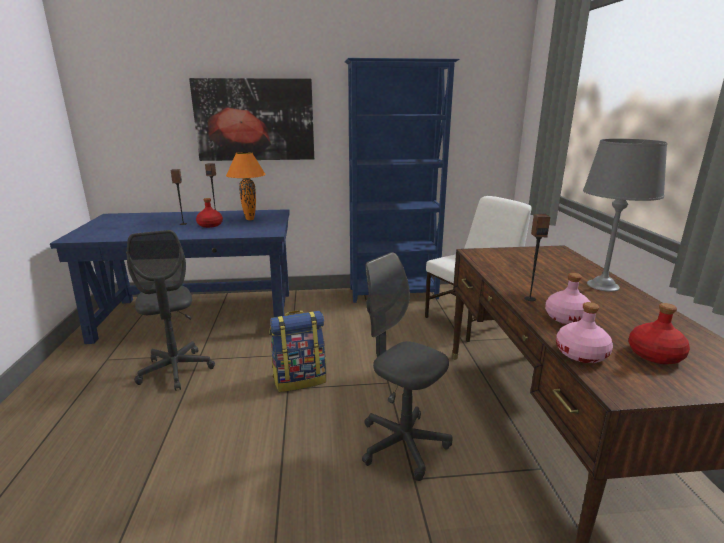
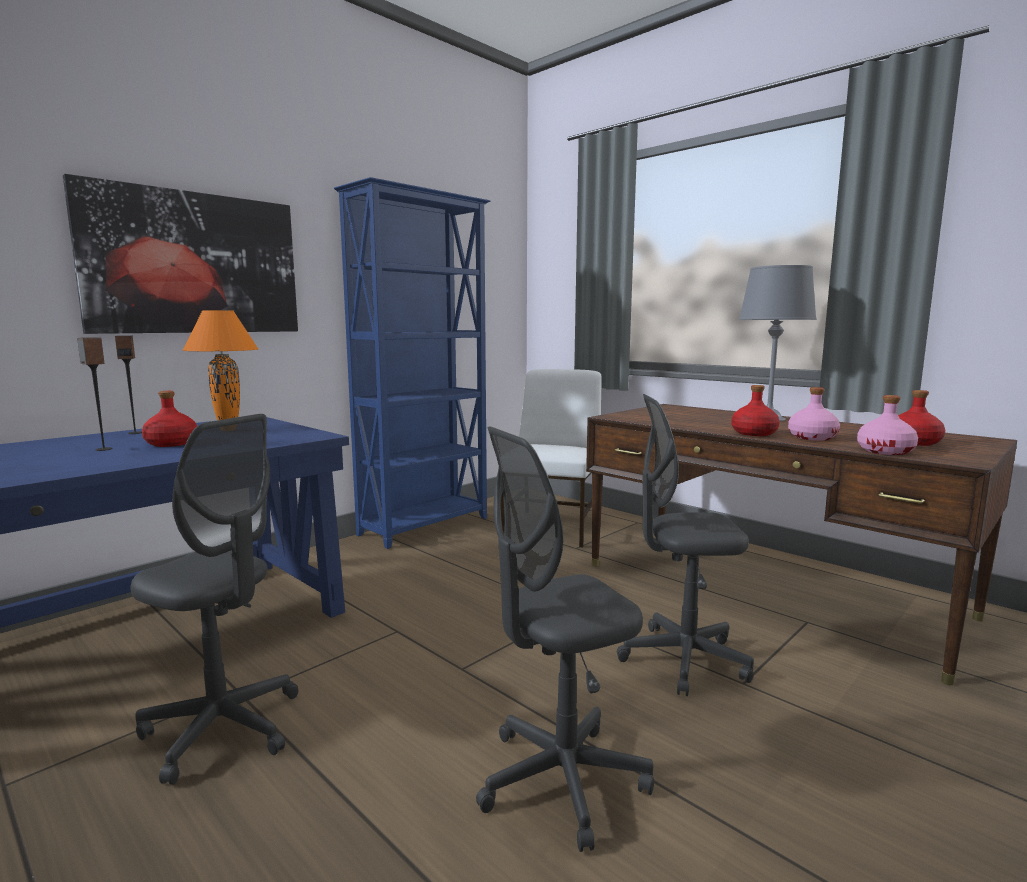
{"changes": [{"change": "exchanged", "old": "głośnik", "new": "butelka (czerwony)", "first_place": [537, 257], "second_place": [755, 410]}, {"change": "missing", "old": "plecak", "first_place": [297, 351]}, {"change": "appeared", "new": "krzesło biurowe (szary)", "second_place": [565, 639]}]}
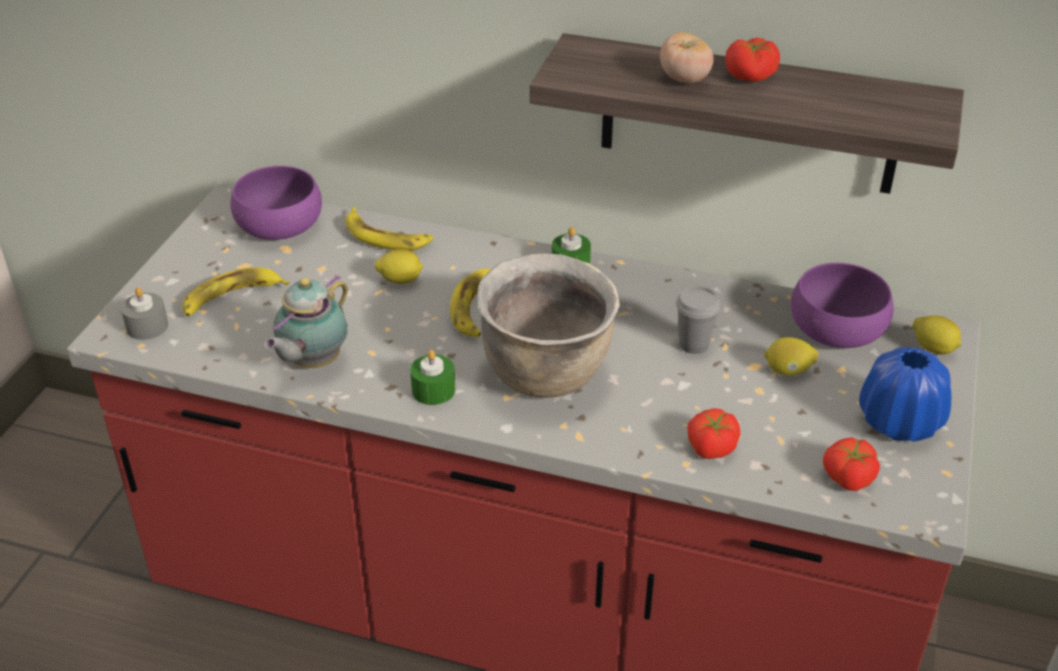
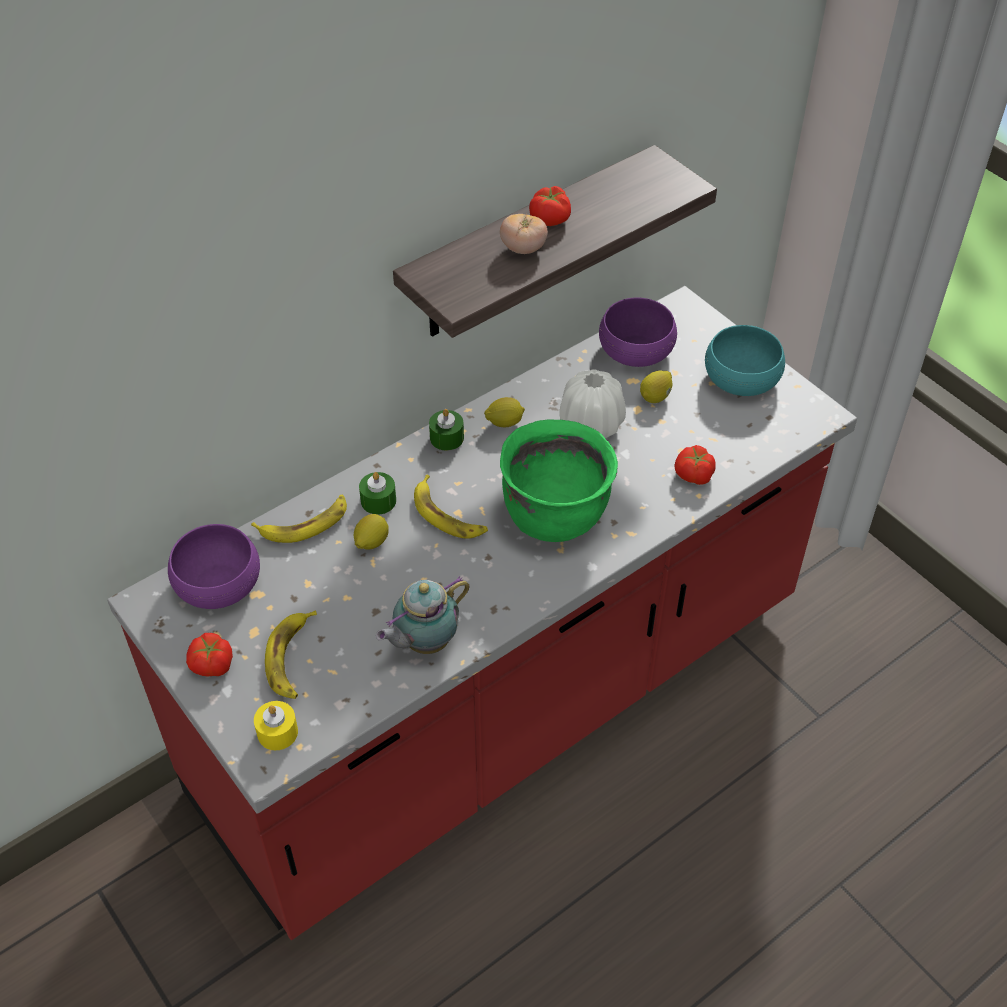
{"changes": [{"change": "colour", "old": "garnek (brązowy)", "new": "garnek (zielony)", "first_place": [548, 325], "second_place": [559, 481]}, {"change": "spun", "old": "imbryk", "first_place": [306, 321], "second_place": [422, 615], "degrees": 75}, {"change": "exchanged", "old": "filiżanka (szary)", "new": "wazon (biały)", "first_place": [698, 319], "second_place": [592, 403]}, {"change": "colour", "old": "świeca (szary)", "new": "świeca (żółty)", "first_place": [144, 313], "second_place": [276, 725]}, {"change": "relocated", "old": "cytryna", "first_place": [937, 335], "second_place": [504, 412]}, {"change": "exchanged", "old": "wazon (niebieski)", "new": "miska (turkusowy)", "first_place": [905, 394], "second_place": [745, 360]}, {"change": "relocated", "old": "świeca (zielony)", "first_place": [432, 377], "second_place": [377, 493]}, {"change": "relocated", "old": "pomidor", "first_place": [851, 464], "second_place": [209, 655]}]}
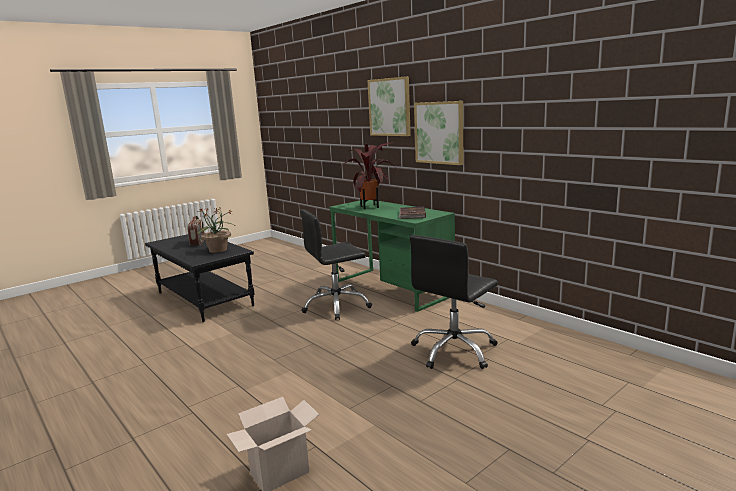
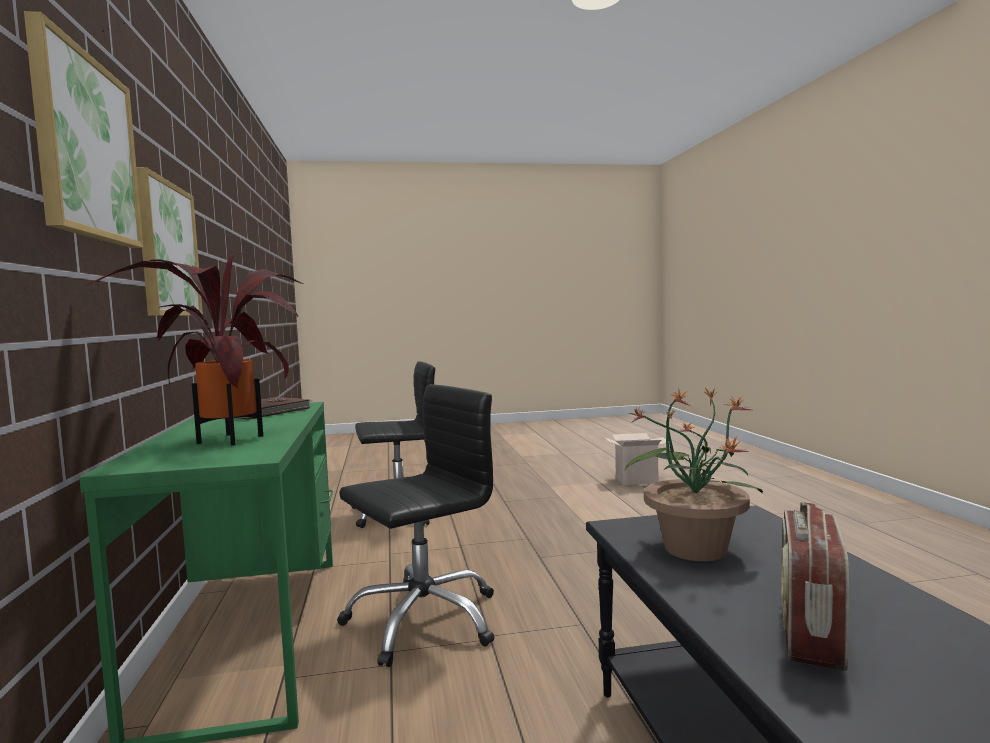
{"changes": [{"change": "spun", "old": "krzesło biurowe (czarny)", "first_place": [336, 264], "second_place": [415, 525], "degrees": -45}]}
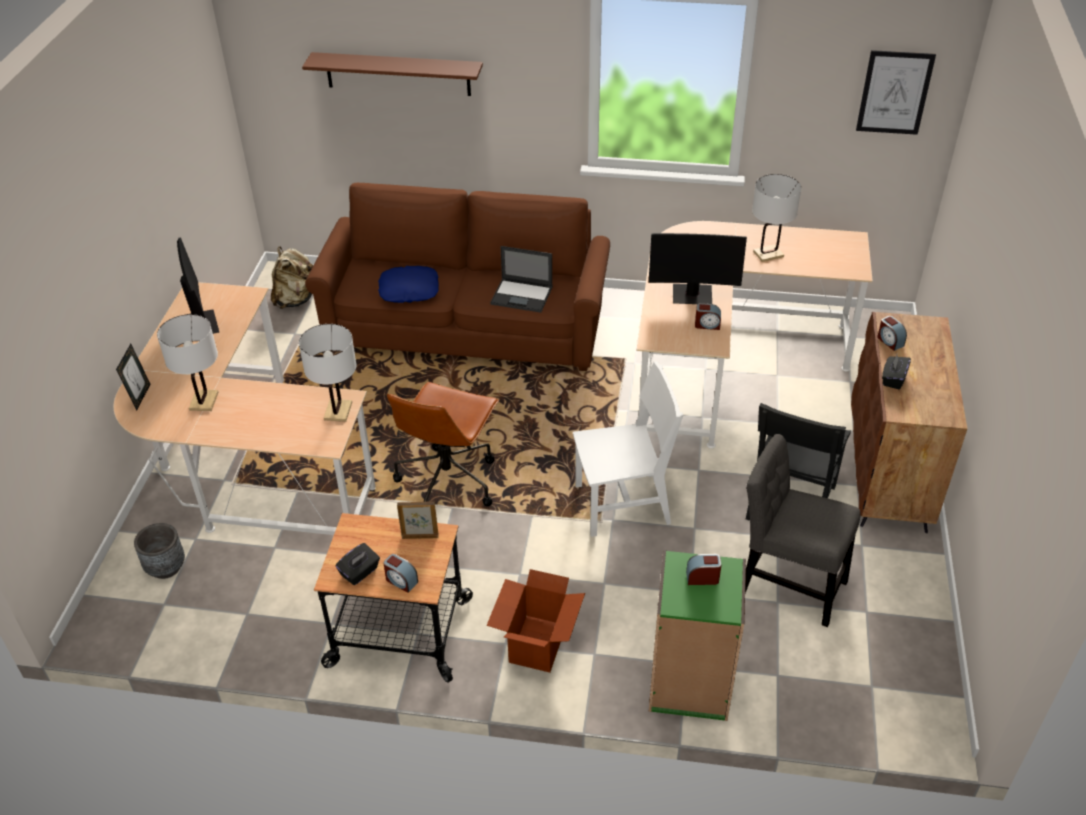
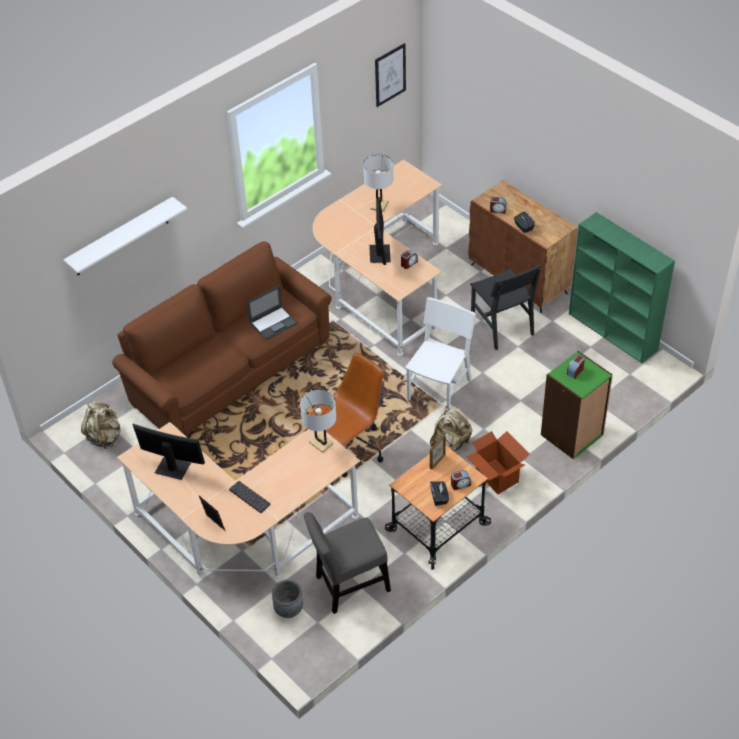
{"changes": [{"change": "colour", "old": "półka (brązowy)", "new": "półka (biały)", "first_place": [392, 74], "second_place": [125, 236]}, {"change": "spun", "old": "monitor", "first_place": [698, 268], "second_place": [380, 231], "degrees": -45}, {"change": "missing", "old": "poduszka (niebieski)", "first_place": [408, 284]}, {"change": "exchanged", "old": "lampa stołowa (biały)", "new": "klawiatura", "first_place": [188, 362], "second_place": [250, 497]}, {"change": "spun", "old": "krzesło biurowe (brązowy)", "first_place": [443, 444], "second_place": [346, 415], "degrees": -105}, {"change": "relocated", "old": "krzesło (szary)", "first_place": [803, 530], "second_place": [347, 563]}, {"change": "appeared", "new": "regał (zielony)", "second_place": [622, 287]}, {"change": "appeared", "new": "plecak (beżowy)", "second_place": [451, 428]}]}
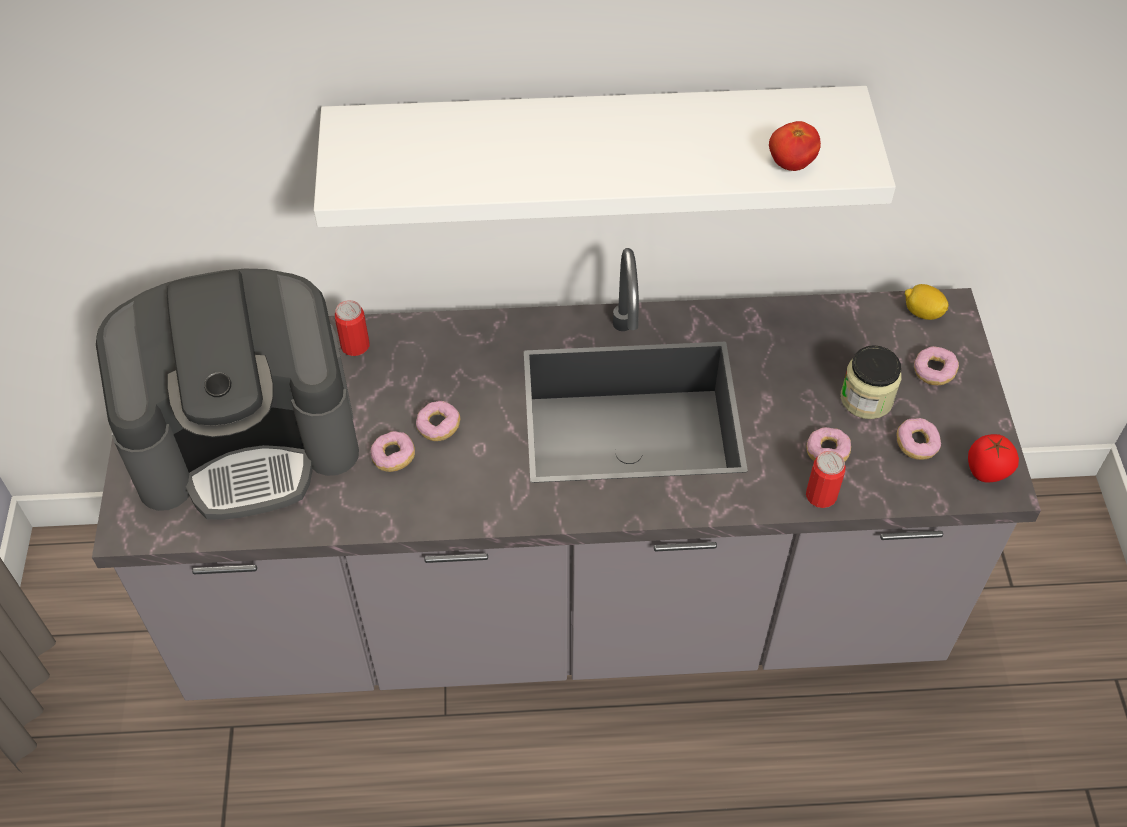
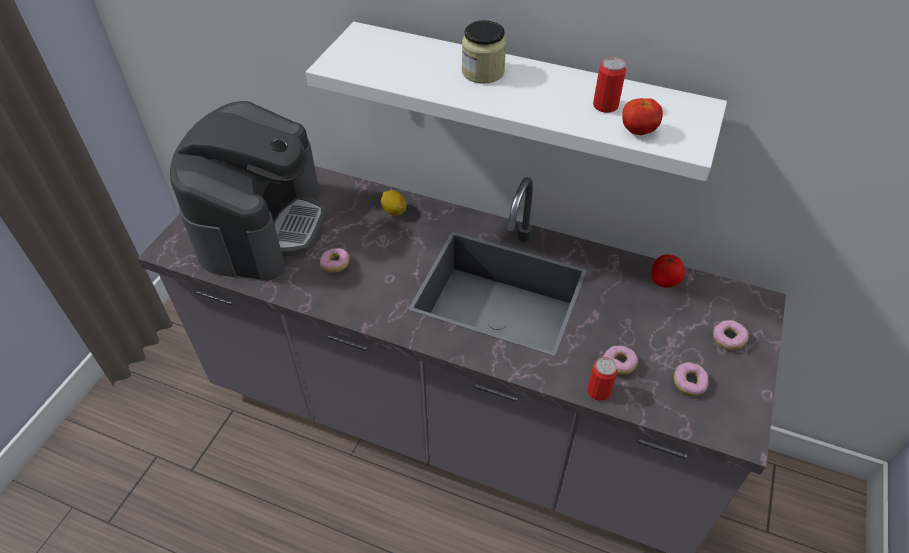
{"changes": [{"change": "spun", "old": "ekspres do kawy", "first_place": [227, 394], "second_place": [248, 191], "degrees": -90}, {"change": "relocated", "old": "cytryna", "first_place": [927, 302], "second_place": [394, 203]}, {"change": "relocated", "old": "puszka", "first_place": [352, 328], "second_place": [609, 85]}, {"change": "relocated", "old": "słoik", "first_place": [871, 382], "second_place": [484, 51]}, {"change": "missing", "old": "donut", "first_place": [438, 421]}, {"change": "relocated", "old": "pomidor", "first_place": [993, 458], "second_place": [668, 271]}]}
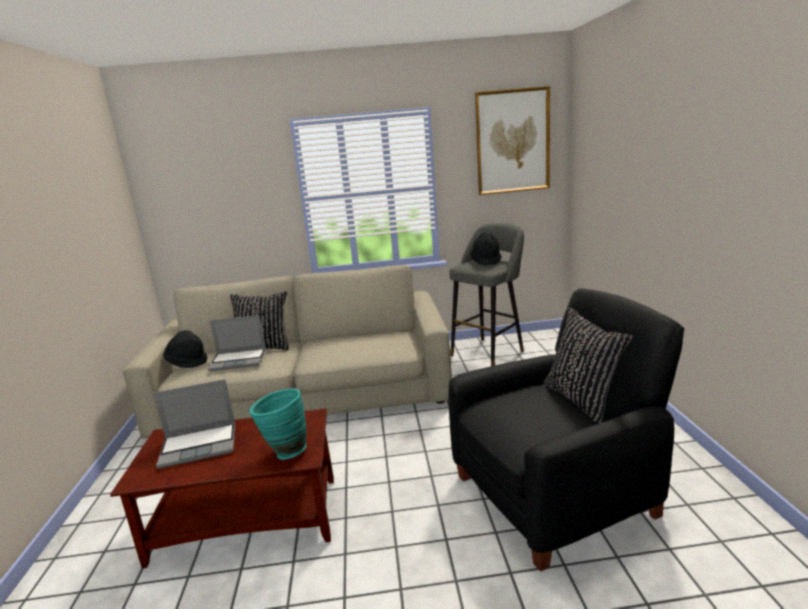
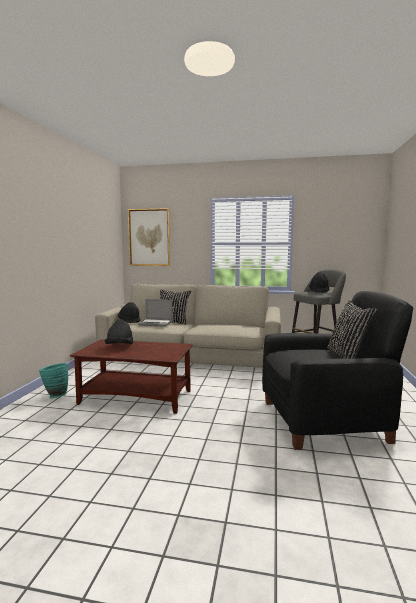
{"changes": [{"change": "relocated", "old": "obraz", "first_place": [512, 140], "second_place": [149, 237]}, {"change": "exchanged", "old": "laptop", "new": "kapelusz (czarny)", "first_place": [194, 424], "second_place": [119, 331]}, {"change": "relocated", "old": "wazon (turkusowy)", "first_place": [278, 424], "second_place": [53, 380]}]}
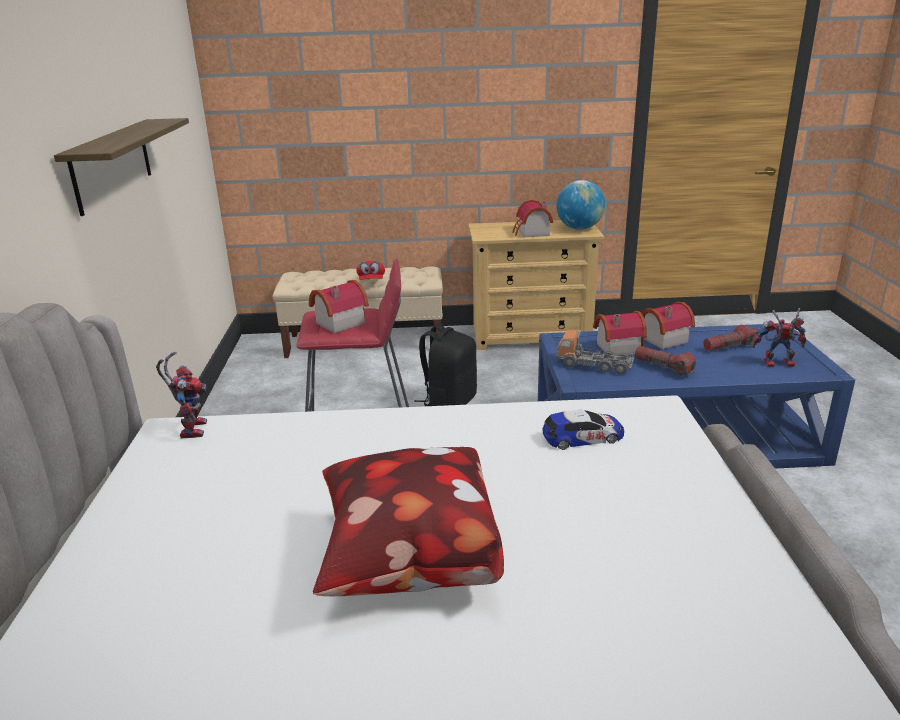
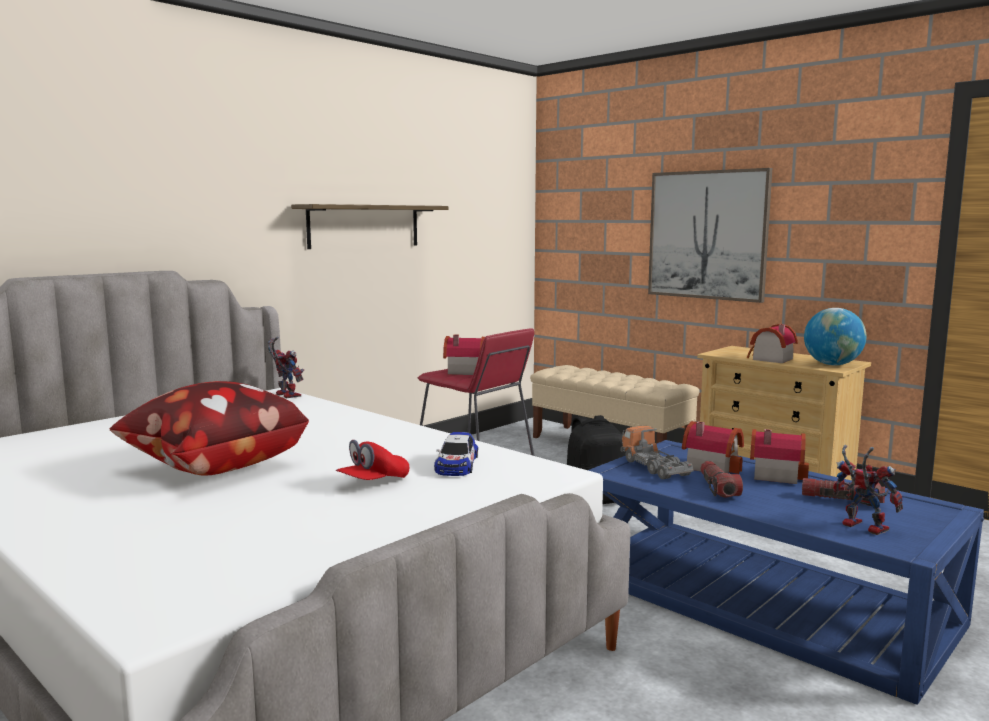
{"changes": [{"change": "relocated", "old": "czapka z daszkiem (czerwony)", "first_place": [370, 270], "second_place": [372, 460]}, {"change": "spun", "old": "robot zabawkowy", "first_place": [181, 395], "second_place": [286, 367], "degrees": -75}, {"change": "spun", "old": "samochodzik", "first_place": [583, 430], "second_place": [456, 454], "degrees": 60}, {"change": "appeared", "new": "obraz", "second_place": [710, 235]}]}
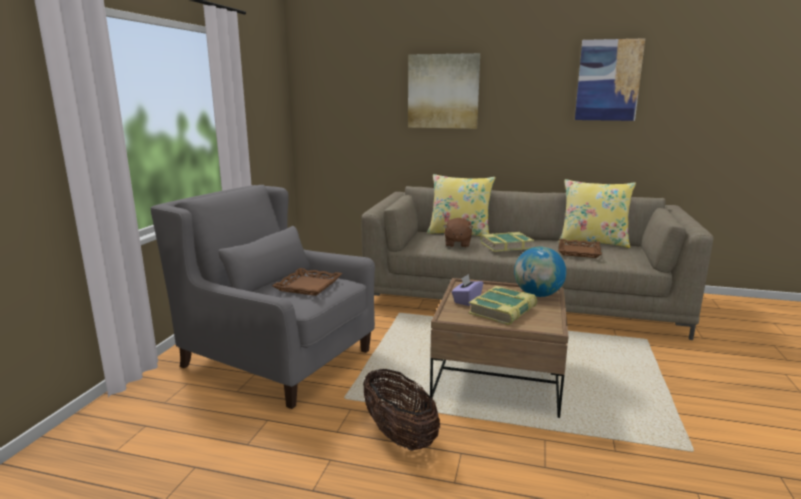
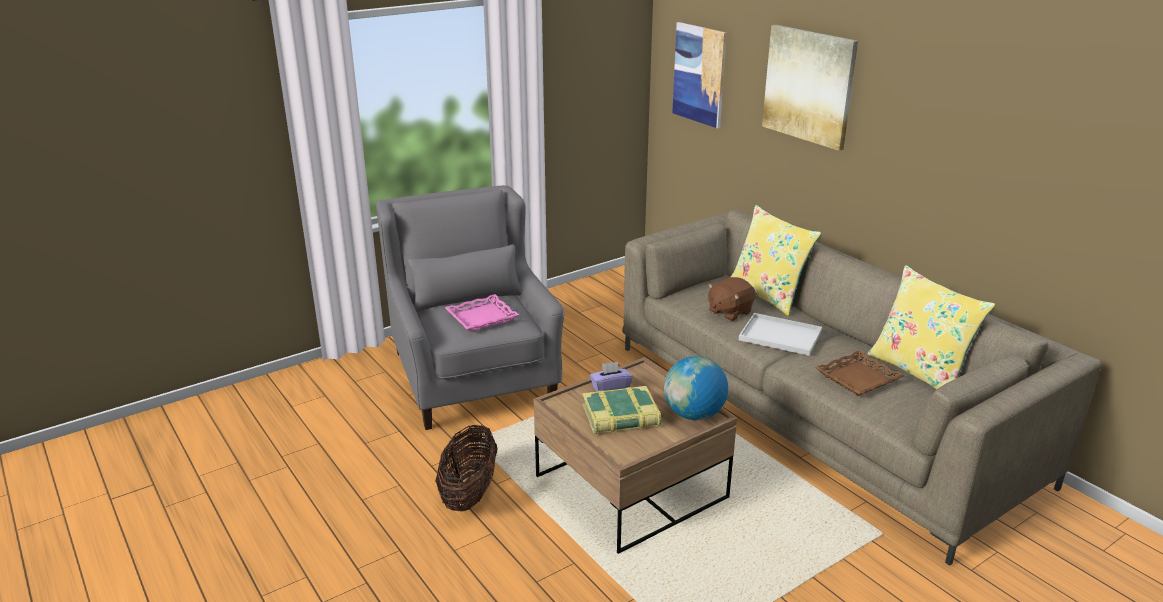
{"changes": [{"change": "relocated", "old": "obraz", "first_place": [610, 79], "second_place": [699, 75]}, {"change": "exchanged", "old": "książka", "new": "taca (biały)", "first_place": [507, 242], "second_place": [780, 334]}, {"change": "colour", "old": "taca (brązowy)", "new": "taca (różowy)", "first_place": [307, 282], "second_place": [482, 313]}]}
